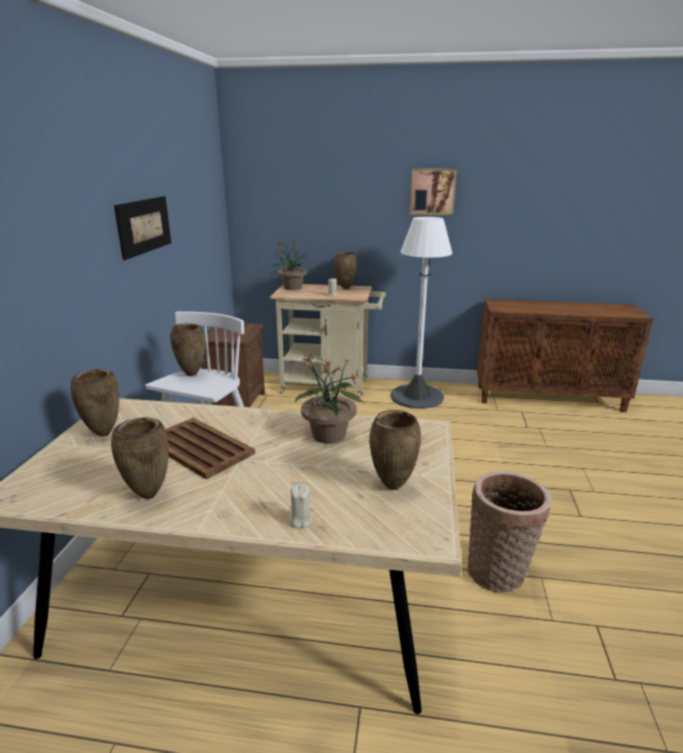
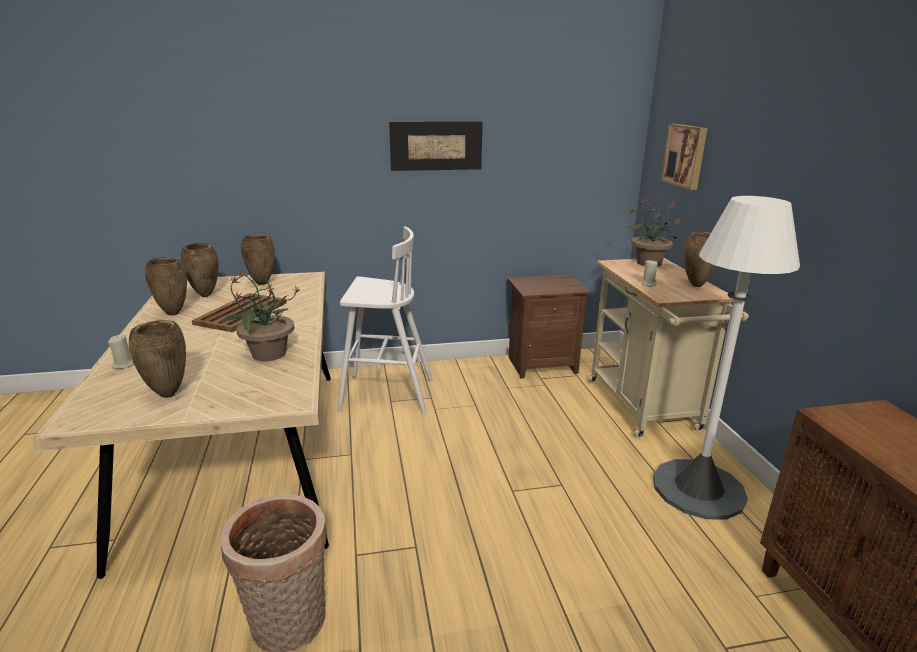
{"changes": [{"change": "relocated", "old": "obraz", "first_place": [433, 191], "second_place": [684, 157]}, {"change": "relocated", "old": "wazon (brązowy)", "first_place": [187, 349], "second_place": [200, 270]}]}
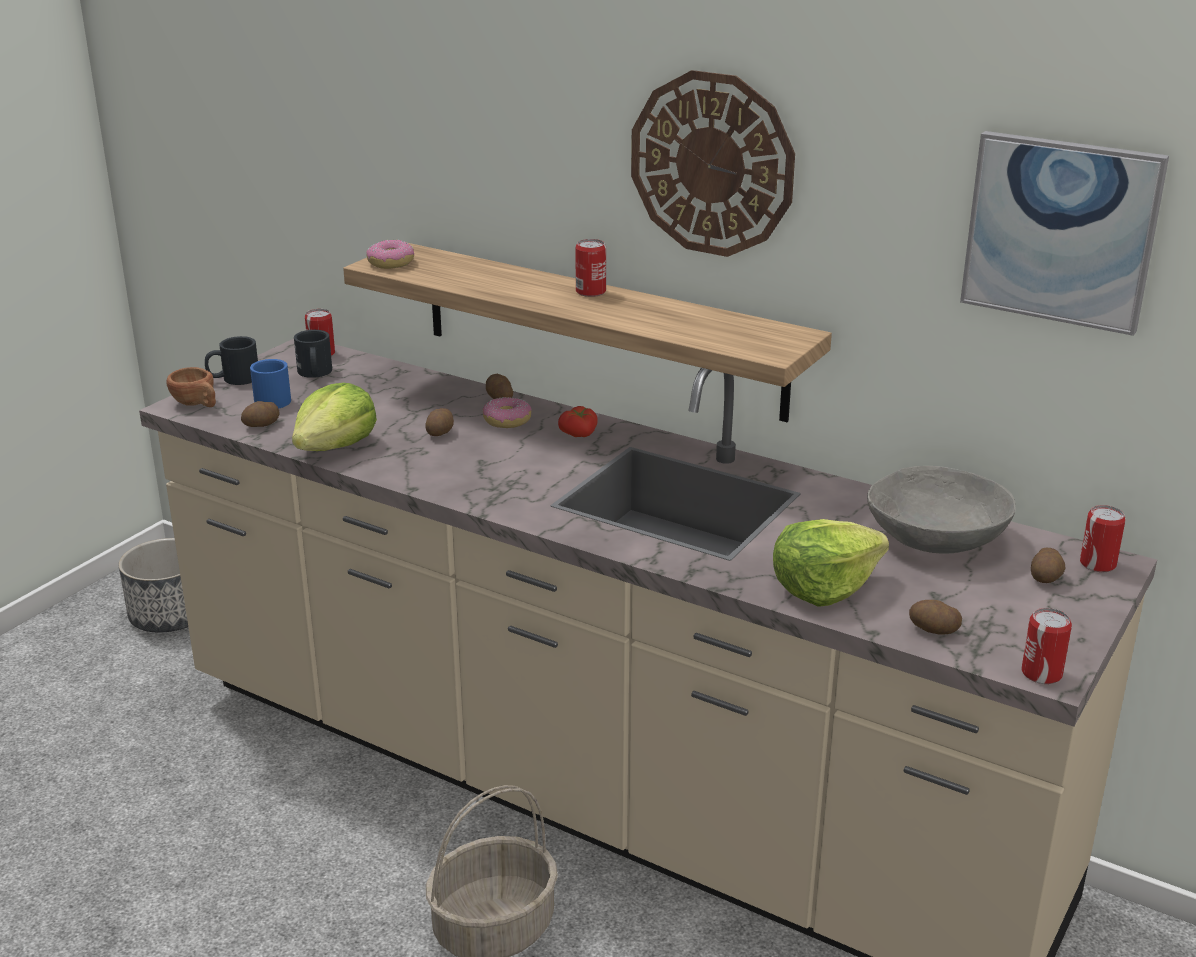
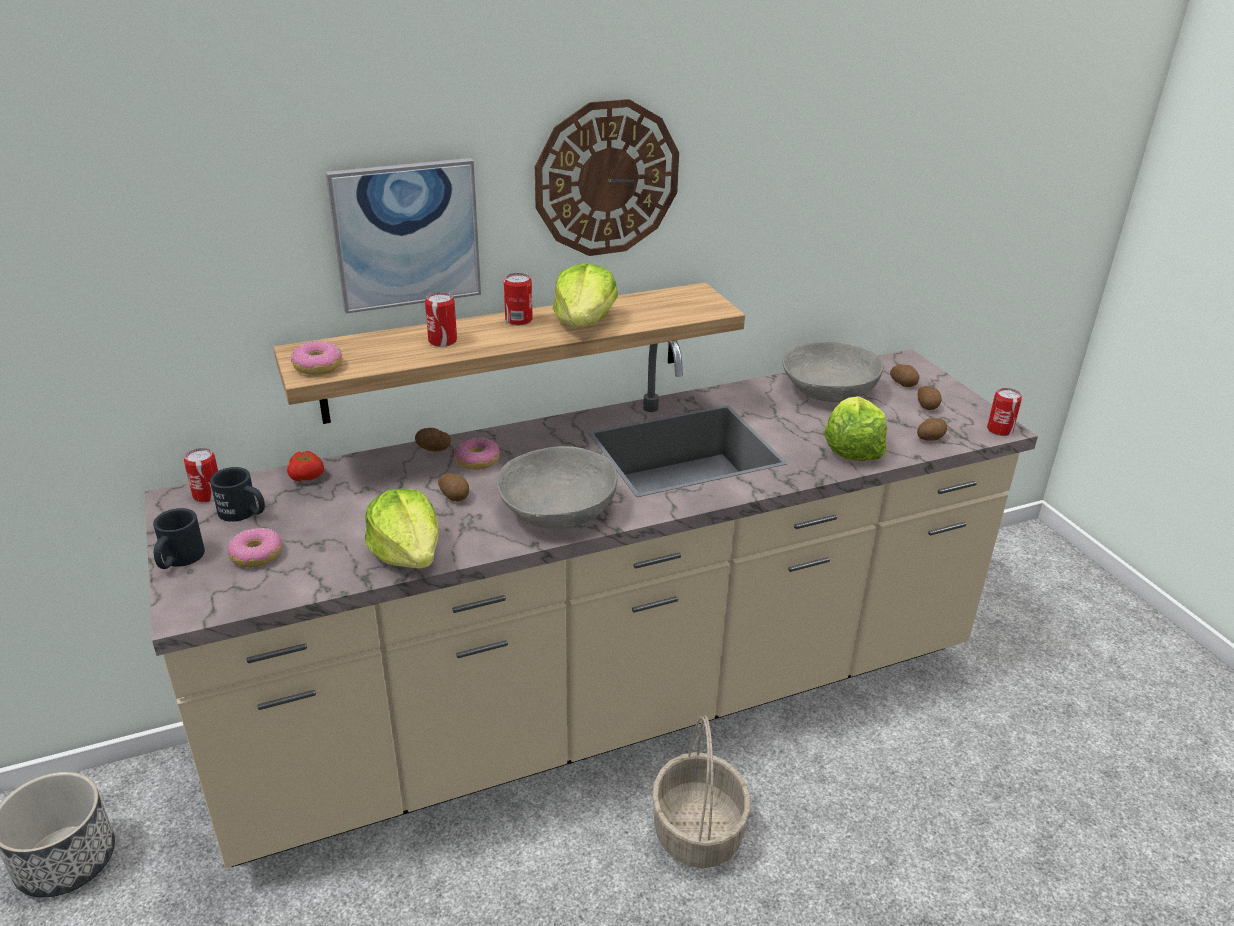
{"changes": [{"change": "relocated", "old": "obraz", "first_place": [1064, 233], "second_place": [403, 236]}, {"change": "exchanged", "old": "kubek (niebieski)", "new": "donut", "first_place": [270, 384], "second_place": [254, 547]}, {"change": "missing", "old": "filiżanka (brązowy)", "first_place": [191, 387]}, {"change": "relocated", "old": "ziemniak", "first_place": [260, 414], "second_place": [929, 398]}, {"change": "relocated", "old": "pomidor", "first_place": [578, 421], "second_place": [305, 466]}, {"change": "relocated", "old": "puszka", "first_place": [1103, 538], "second_place": [441, 319]}, {"change": "appeared", "new": "sałata", "second_place": [585, 294]}, {"change": "appeared", "new": "miska (szary)", "second_place": [557, 487]}]}
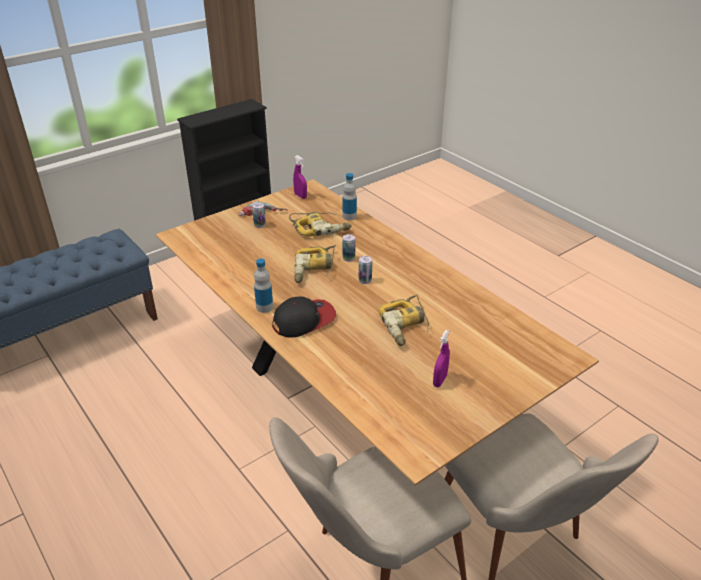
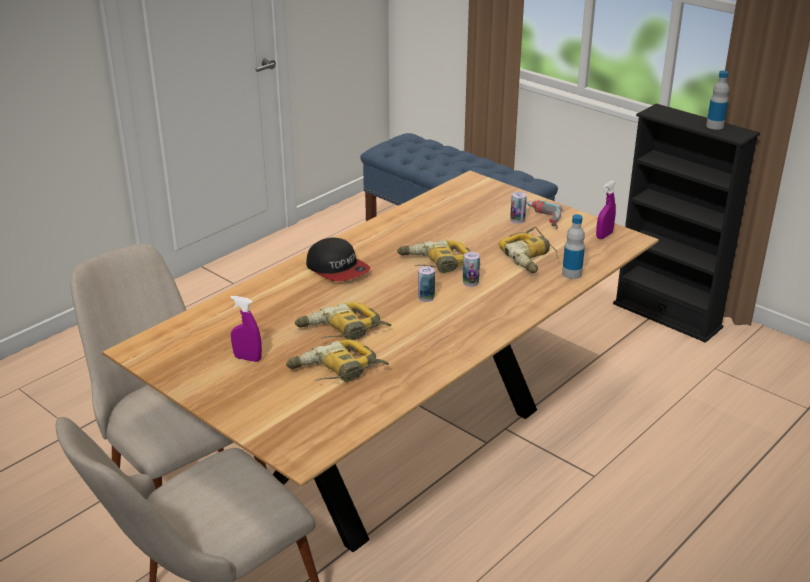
{"changes": [{"change": "relocated", "old": "butelka", "first_place": [263, 285], "second_place": [717, 100]}, {"change": "appeared", "new": "wiertarka", "second_place": [337, 360]}]}
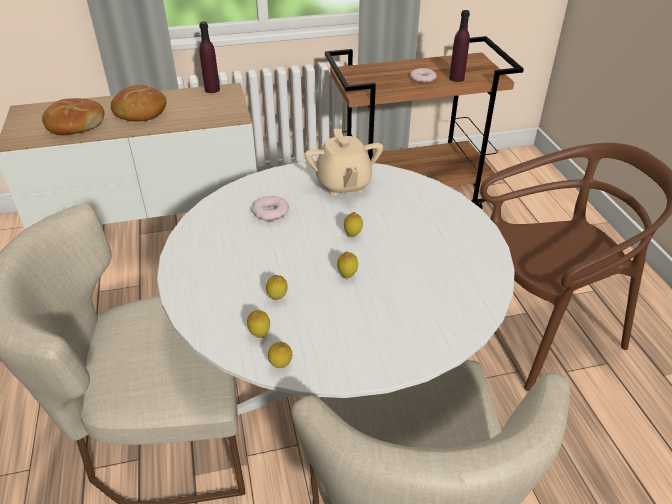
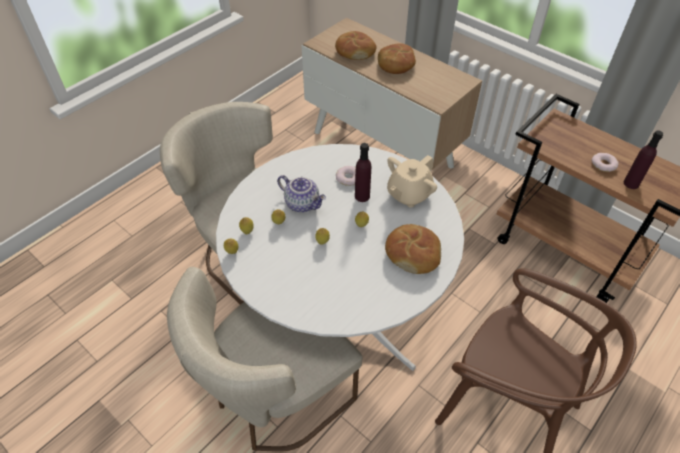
{"changes": [{"change": "relocated", "old": "butelka (fioletowy)", "first_place": [209, 57], "second_place": [363, 172]}, {"change": "appeared", "new": "imbryk", "second_place": [301, 193]}, {"change": "appeared", "new": "chleb", "second_place": [413, 249]}]}
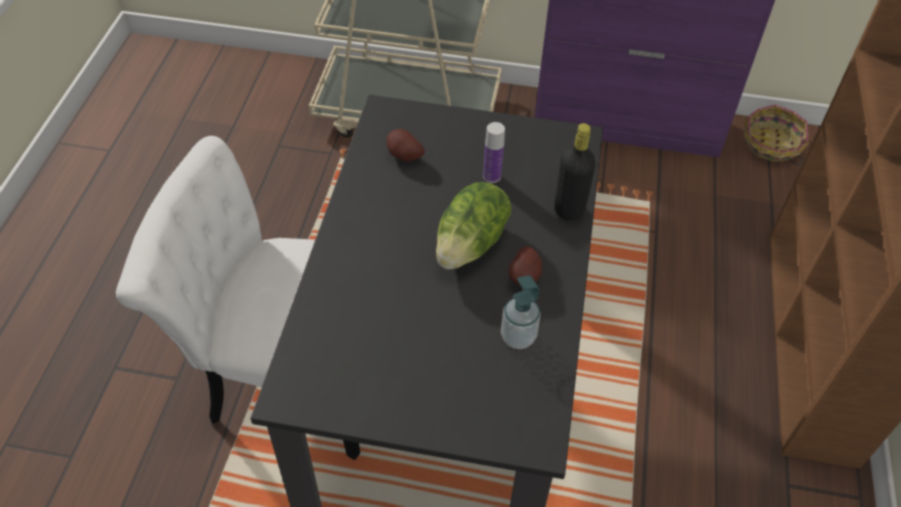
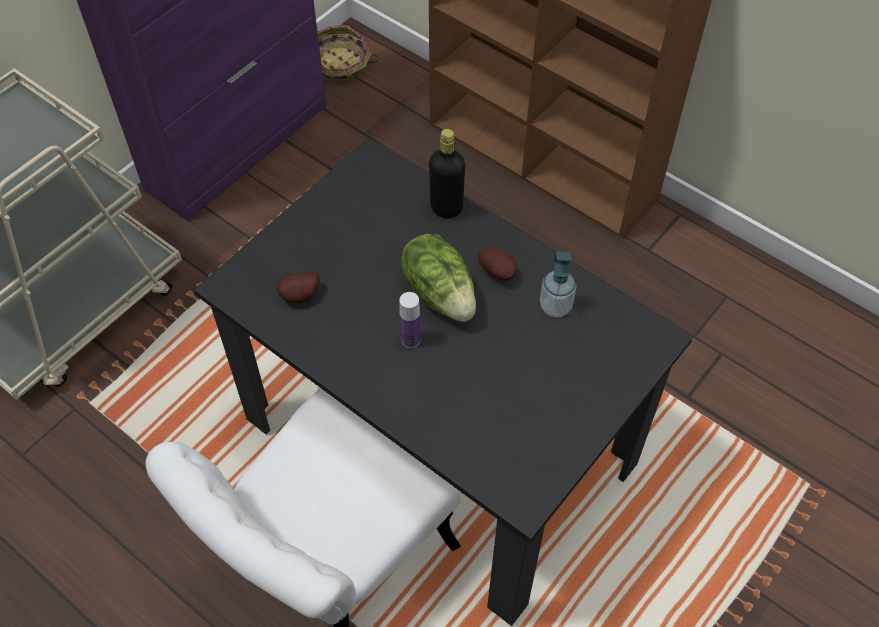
{"changes": [{"change": "relocated", "old": "butelka", "first_place": [494, 152], "second_place": [410, 320]}]}
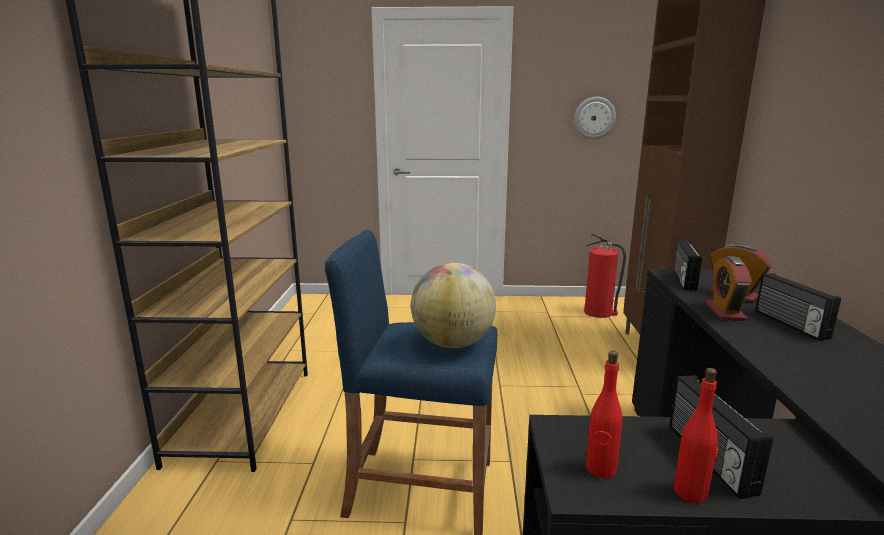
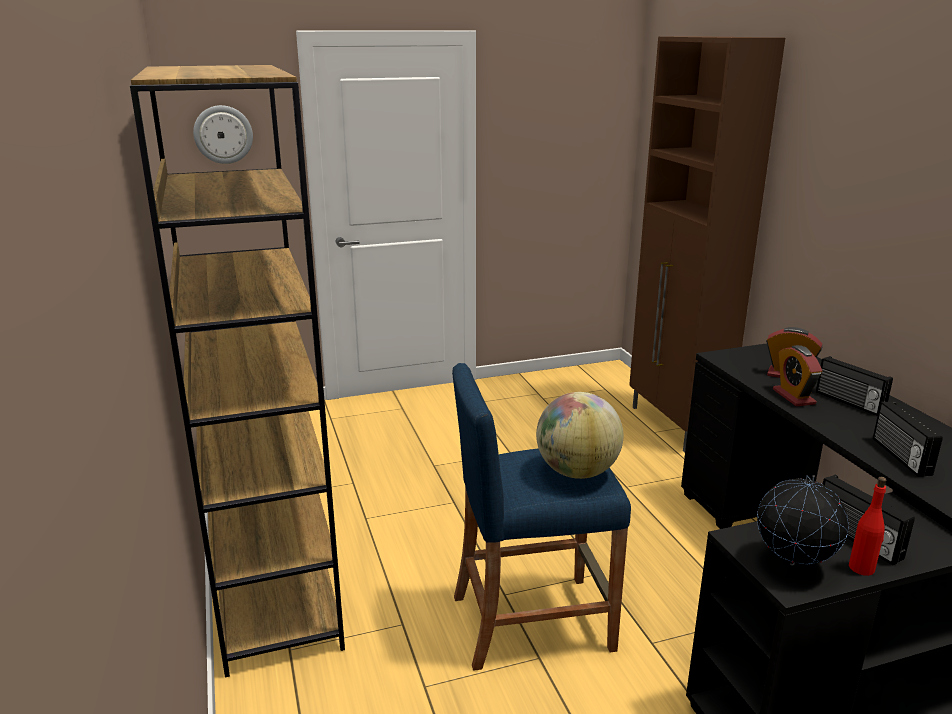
{"changes": [{"change": "relocated", "old": "zegar ścienny", "first_place": [595, 118], "second_place": [223, 134]}, {"change": "missing", "old": "gaśnica", "first_place": [605, 275]}, {"change": "relocated", "old": "radio", "first_place": [688, 265], "second_place": [908, 439]}, {"change": "exchanged", "old": "butelka (czerwony)", "new": "globus", "first_place": [604, 415], "second_place": [803, 520]}]}
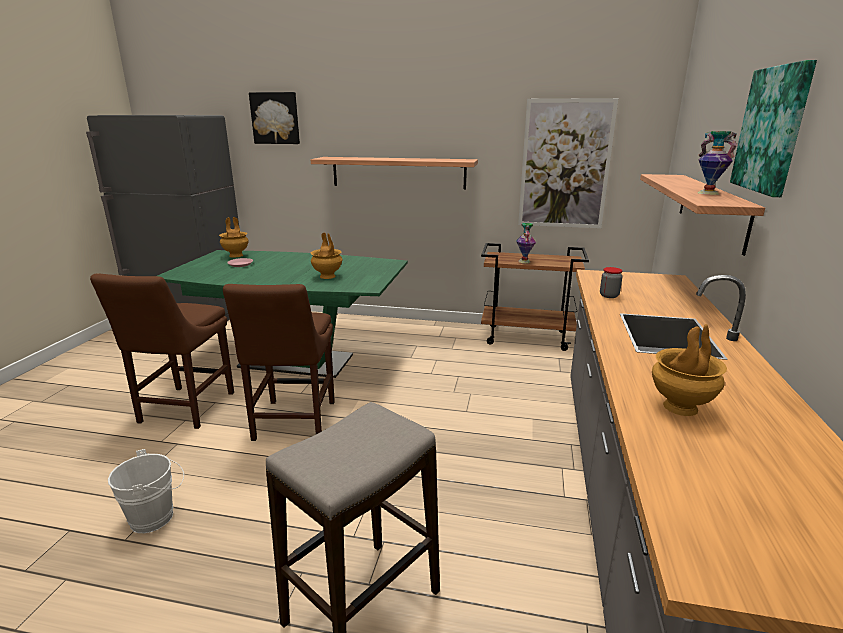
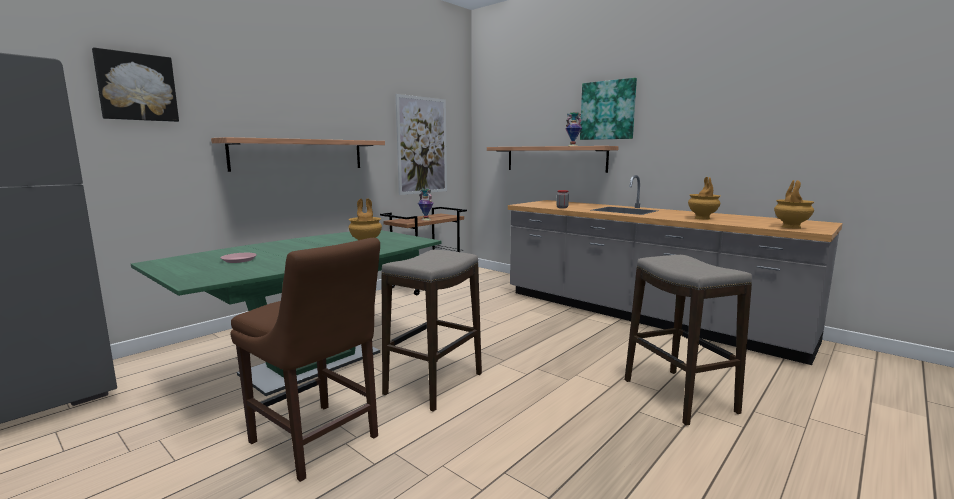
{"changes": [{"change": "relocated", "old": "wazon (brązowy)", "first_place": [234, 237], "second_place": [794, 204]}, {"change": "exchanged", "old": "krzesło (brązowy)", "new": "stołek", "first_place": [279, 362], "second_place": [431, 331]}, {"change": "missing", "old": "wiadro (biały)", "first_place": [146, 491]}]}
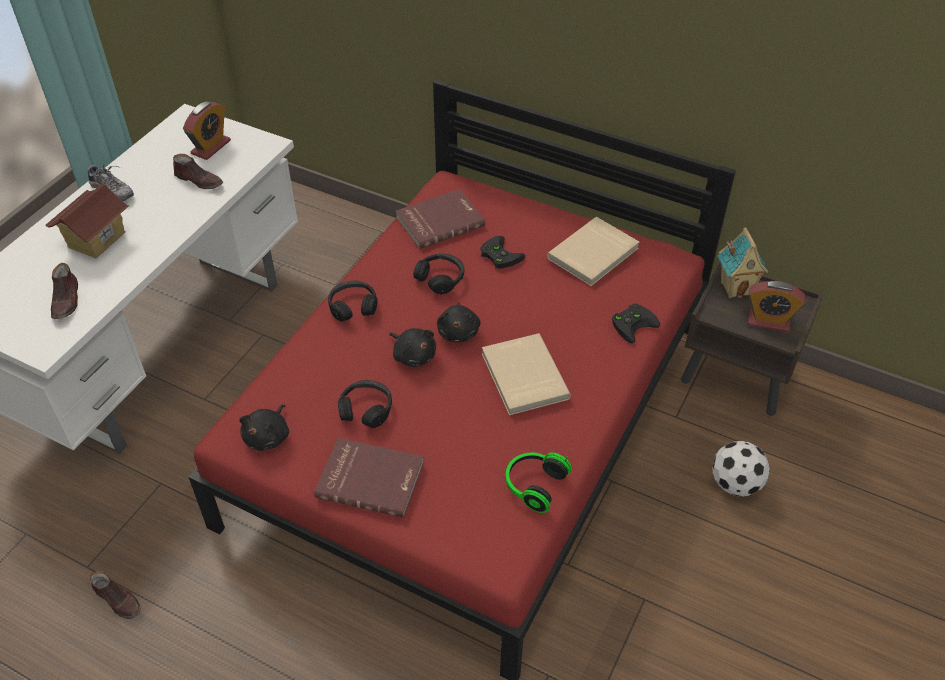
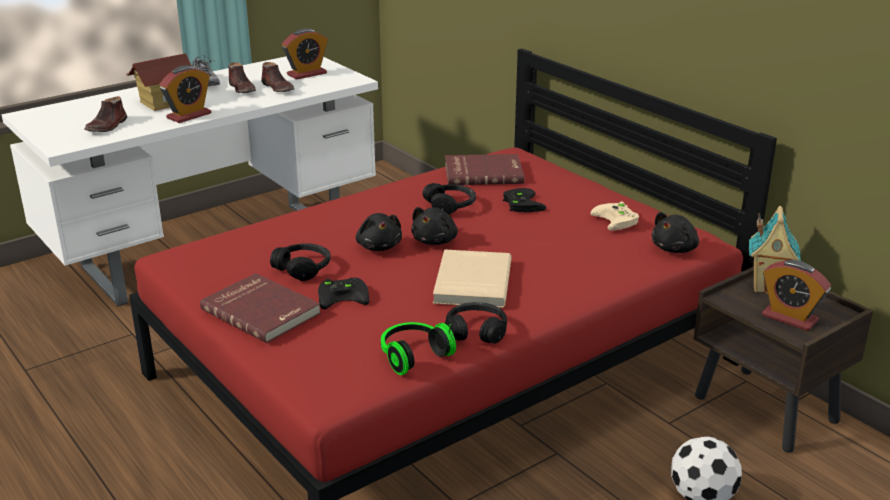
{"changes": [{"change": "exchanged", "old": "książka (beżowy)", "new": "pad do gier (beżowy)", "first_place": [593, 251], "second_place": [614, 216]}, {"change": "relocated", "old": "słuchawki (czarny)", "first_place": [353, 301], "second_place": [476, 323]}, {"change": "relocated", "old": "pad do gier (czarny)", "first_place": [636, 323], "second_place": [343, 293]}, {"change": "relocated", "old": "pluszak (czarny)", "first_place": [264, 427], "second_place": [675, 232]}, {"change": "relocated", "old": "but (brązowy)", "first_place": [115, 595], "second_place": [242, 77]}, {"change": "appeared", "new": "budzik", "second_place": [185, 94]}]}
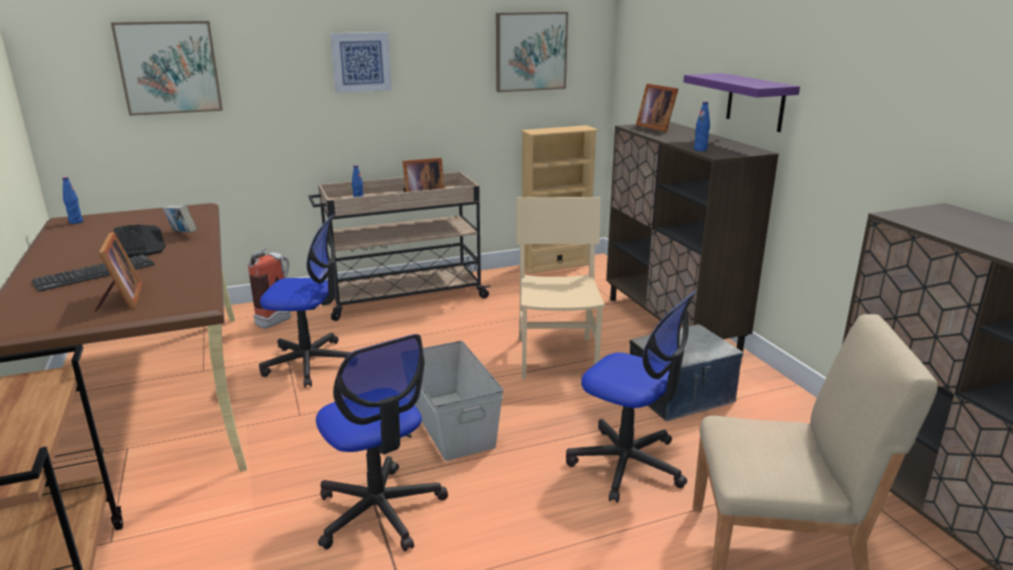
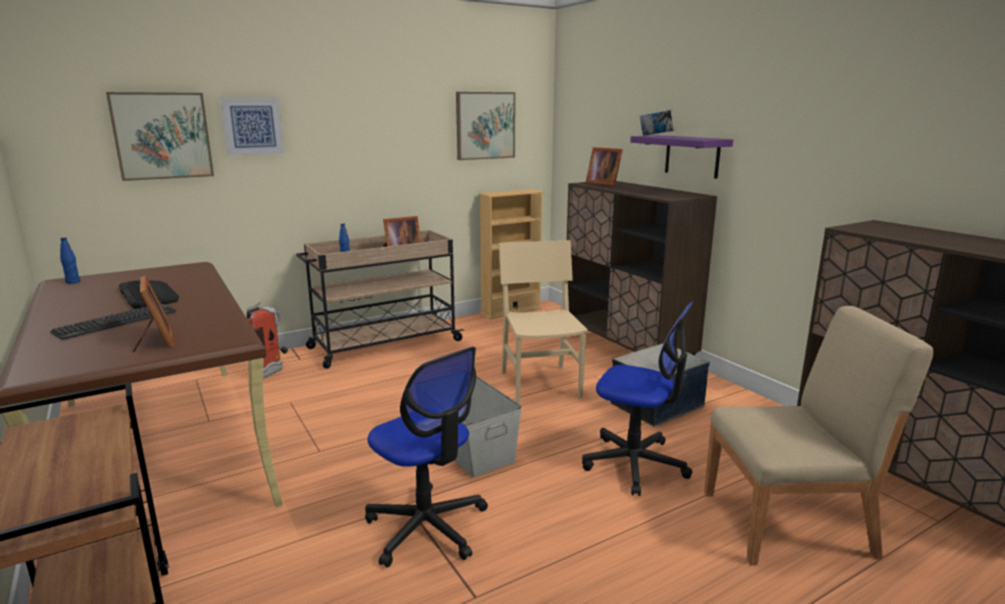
{"changes": [{"change": "relocated", "old": "obraz", "first_place": [361, 62], "second_place": [252, 127]}, {"change": "missing", "old": "butelka (niebieski)", "first_place": [702, 126]}, {"change": "relocated", "old": "książka", "first_place": [180, 219], "second_place": [657, 122]}, {"change": "missing", "old": "krzesło biurowe", "first_place": [305, 301]}]}
